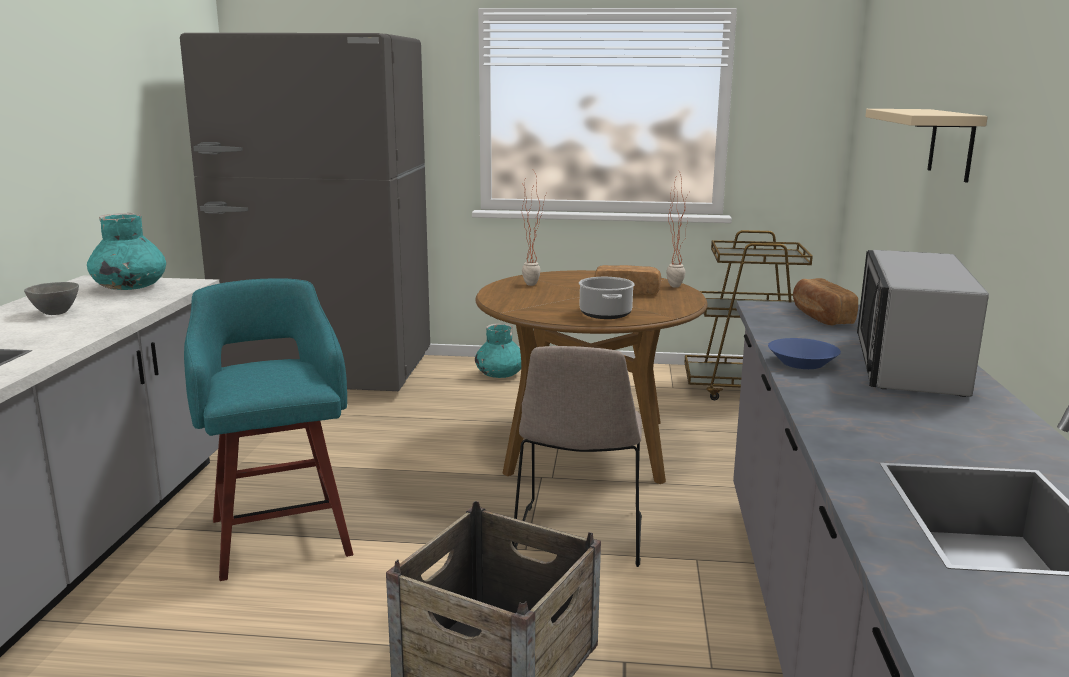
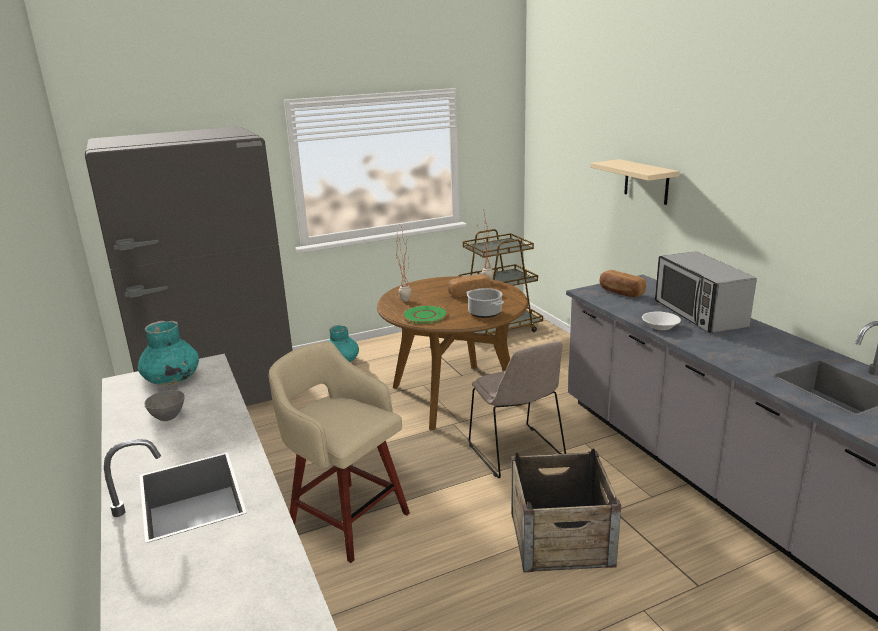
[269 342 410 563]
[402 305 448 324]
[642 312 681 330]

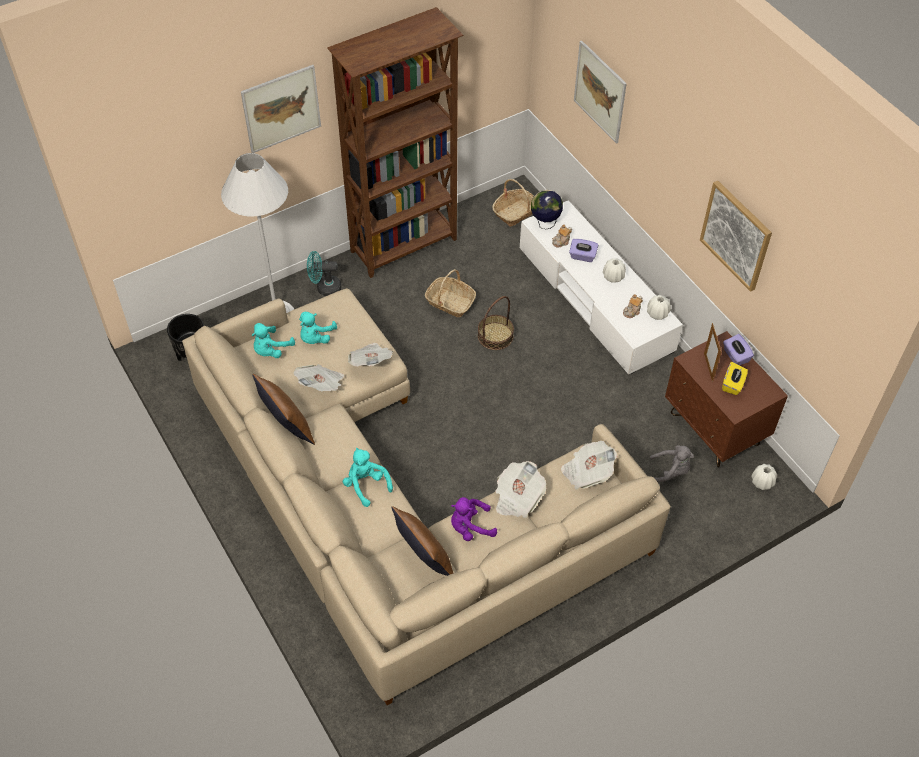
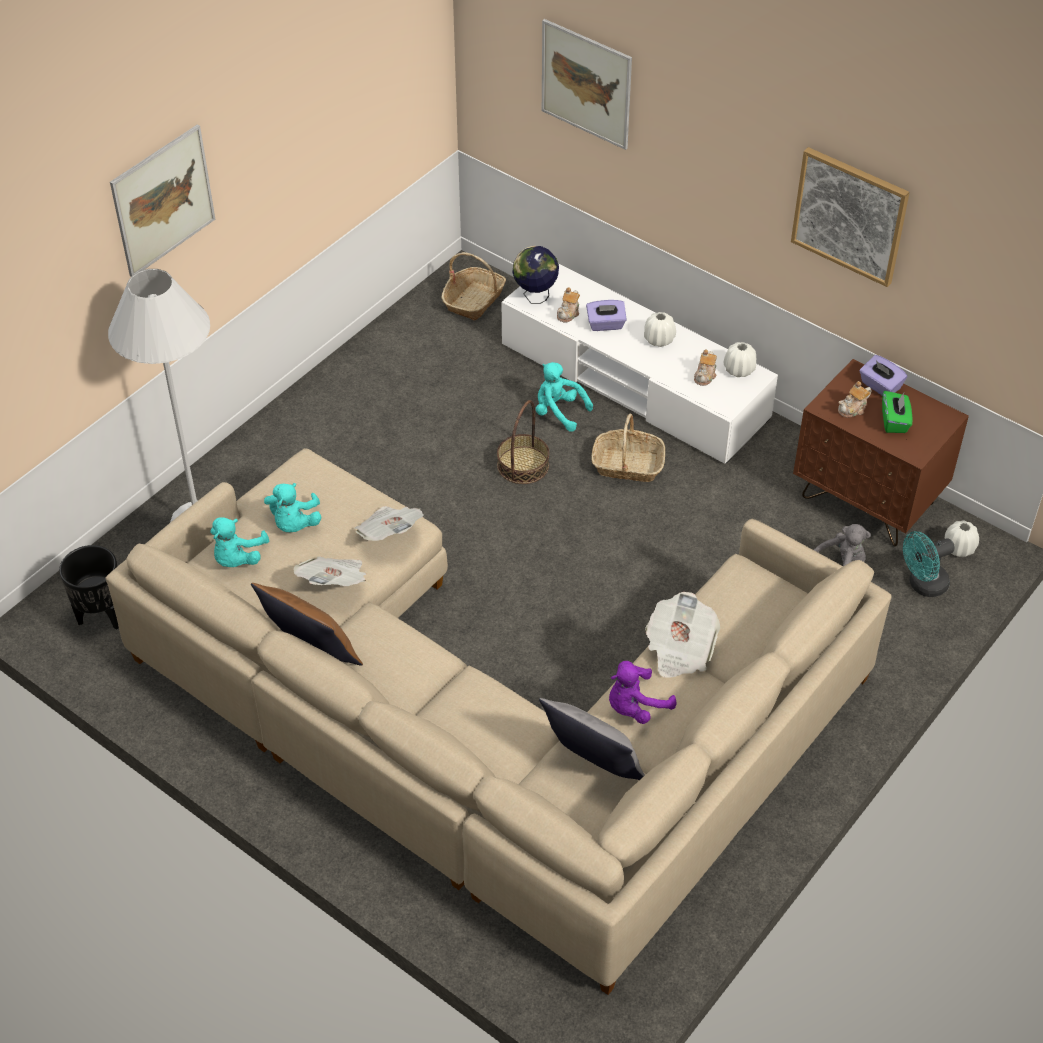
[536 362 593 432]
[539 698 645 780]
[591 413 665 482]
[838 381 872 418]
[882 391 913 433]
[903 531 955 597]
[327 7 464 278] (first image)
[561 441 617 490] (first image)

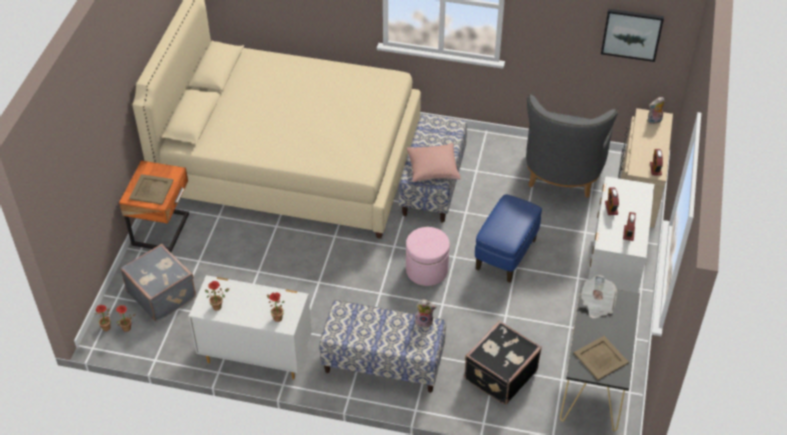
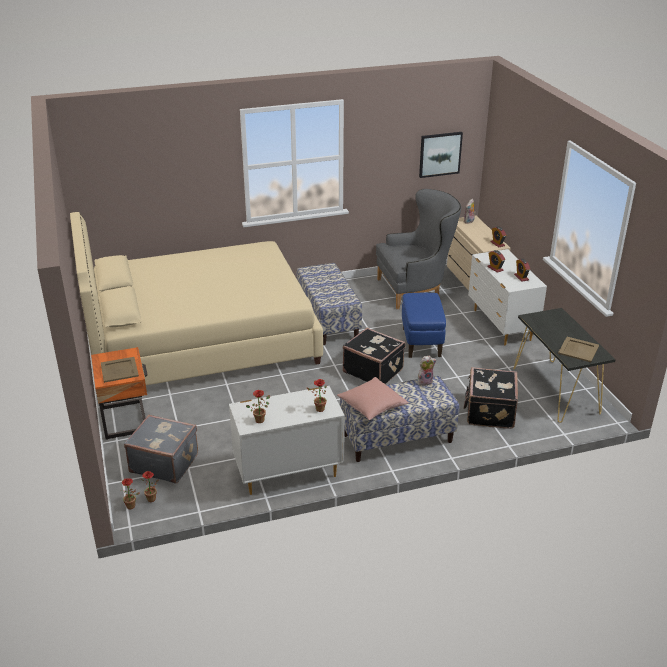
[337 377 409 420]
[343 328 406 384]
[376 189 462 309]
[580 275 618 318] (first image)

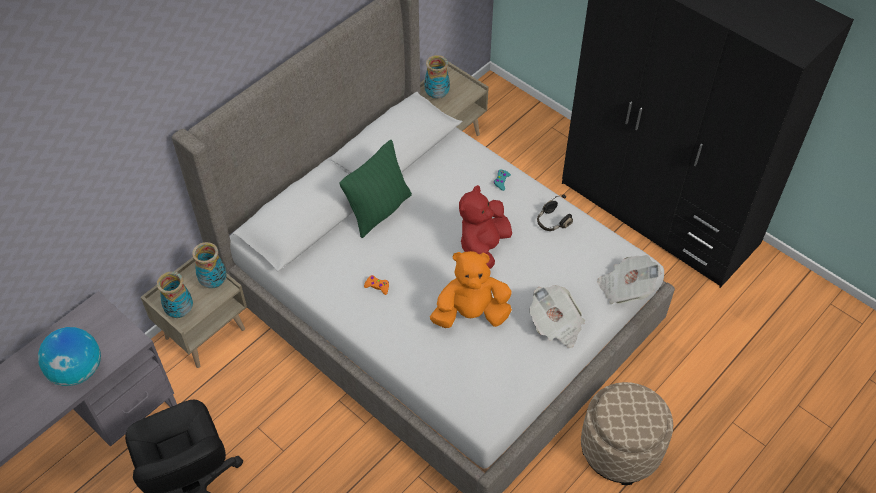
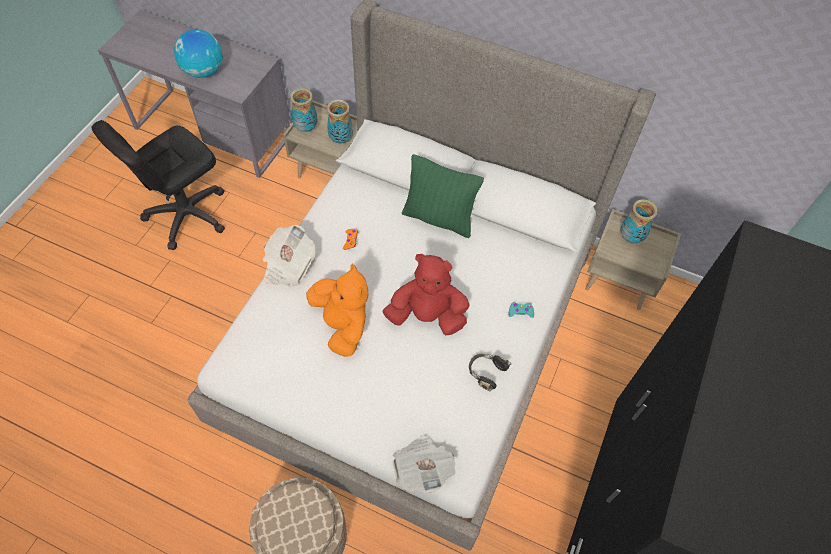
[263 225 316 286]

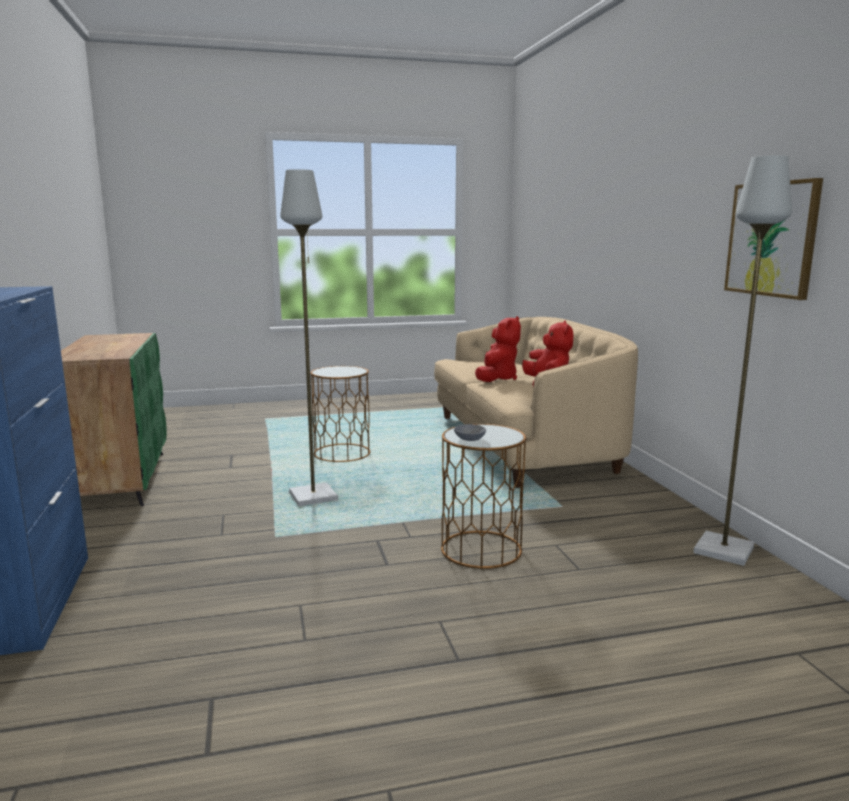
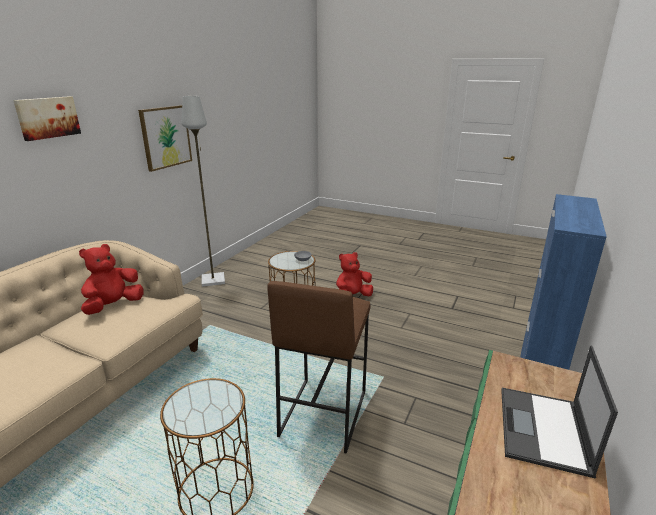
[13 96 81 141]
[267 281 370 454]
[336 252 373 296]
[501 345 618 479]

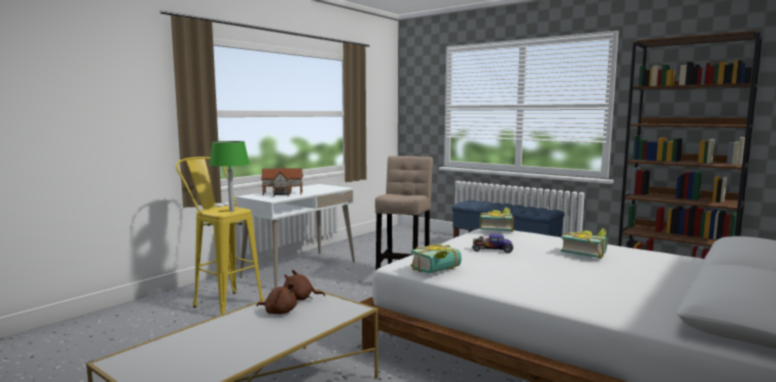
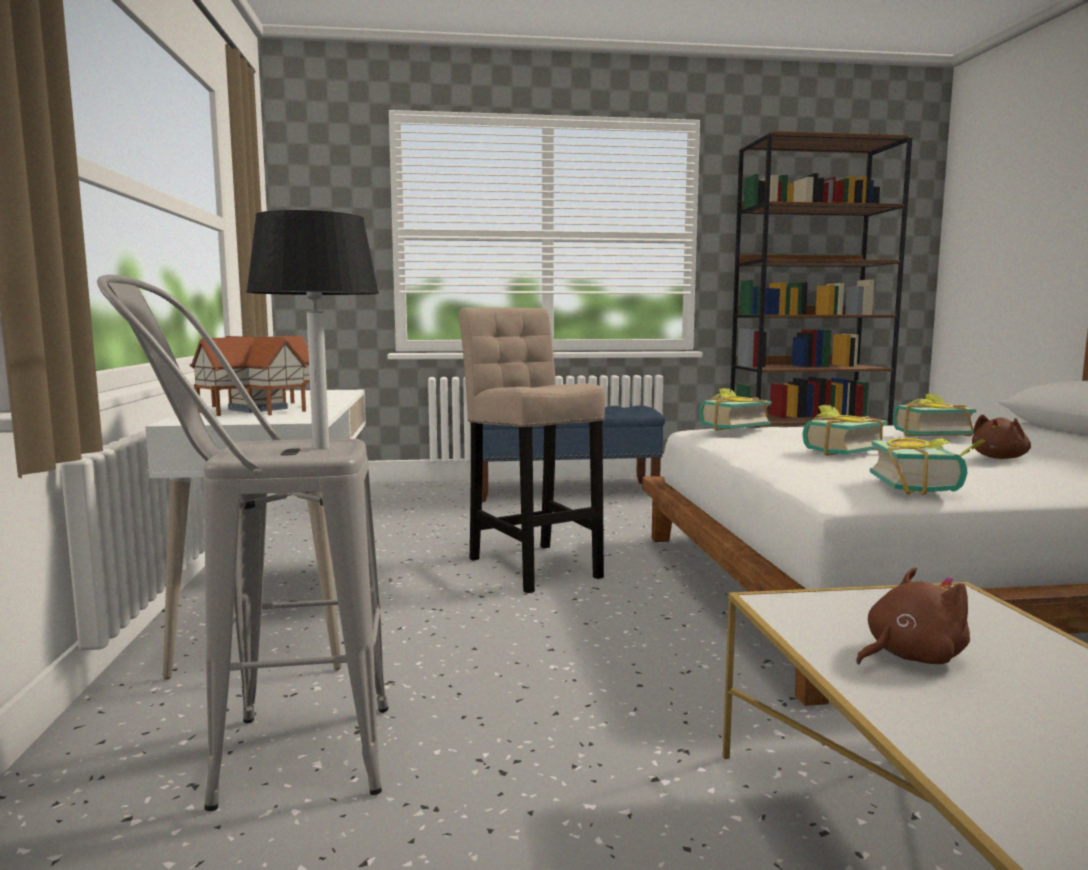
[97 275 388 811]
[246 210 379 449]
[802 405 888 456]
[972 414 1031 459]

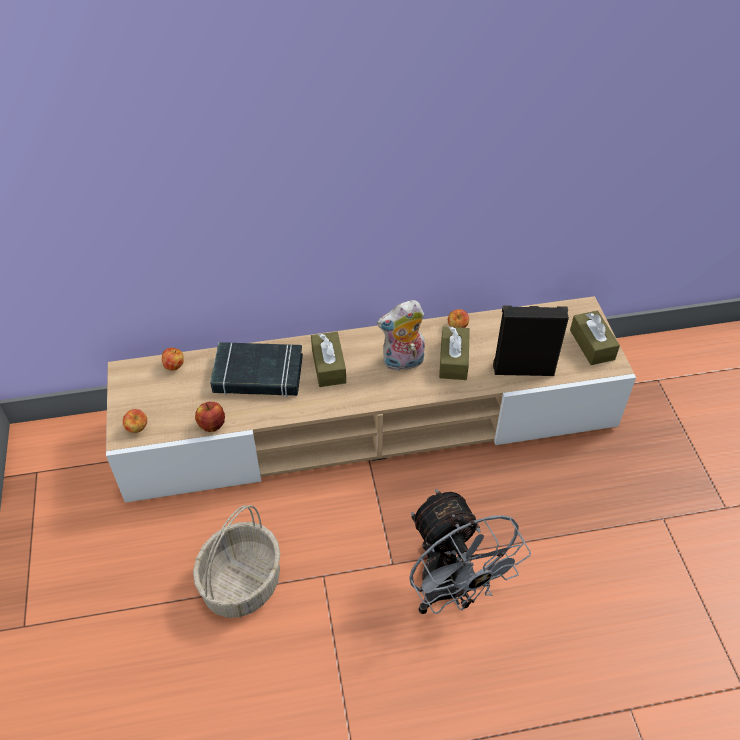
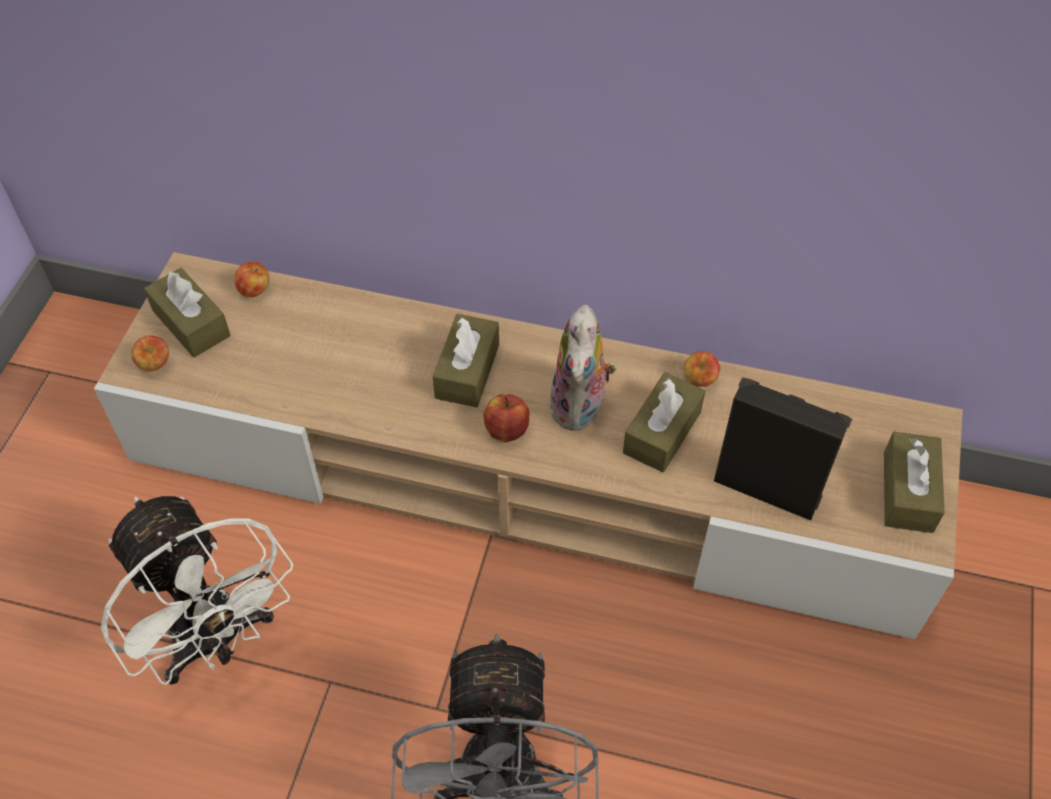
[101 496 293 685]
[144 268 231 357]
[483 394 529 443]
[550 305 617 431]
[210 342 303 397] (first image)

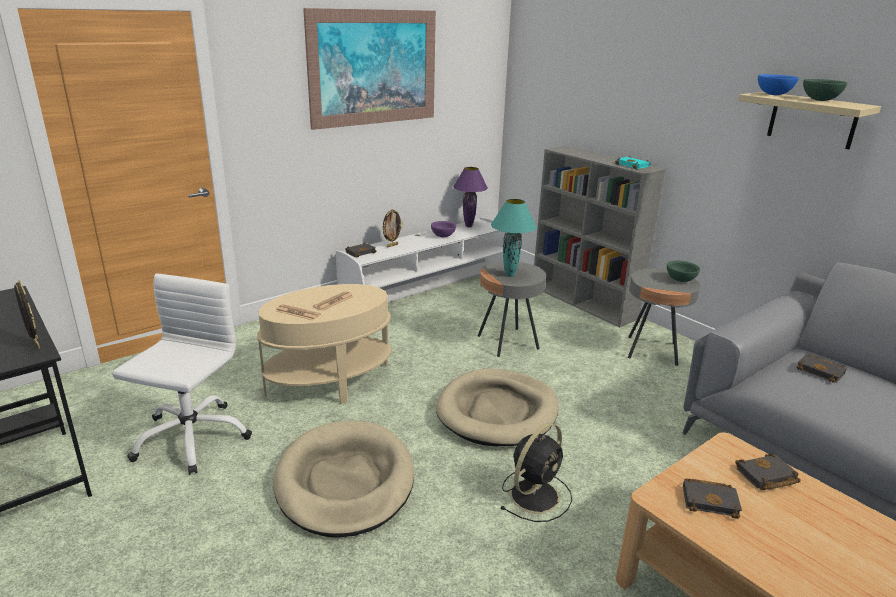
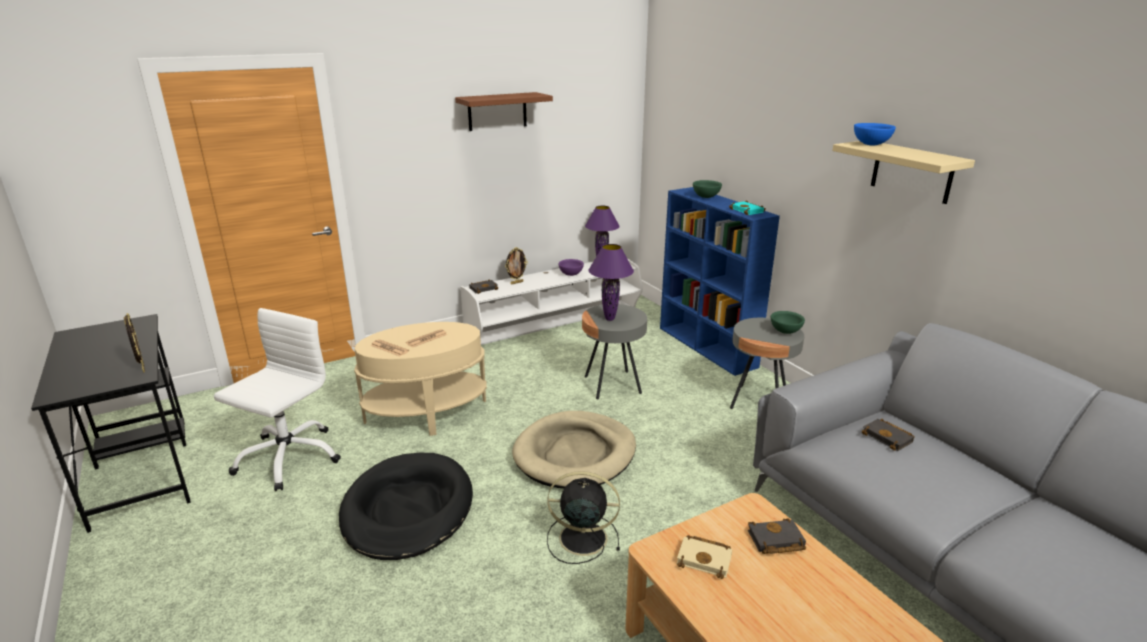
[339 453 473 560]
[455 92 553 131]
[547 471 620 564]
[589 244 634 321]
[660 187 780 376]
[677 535 732 579]
[693 180 722 198]

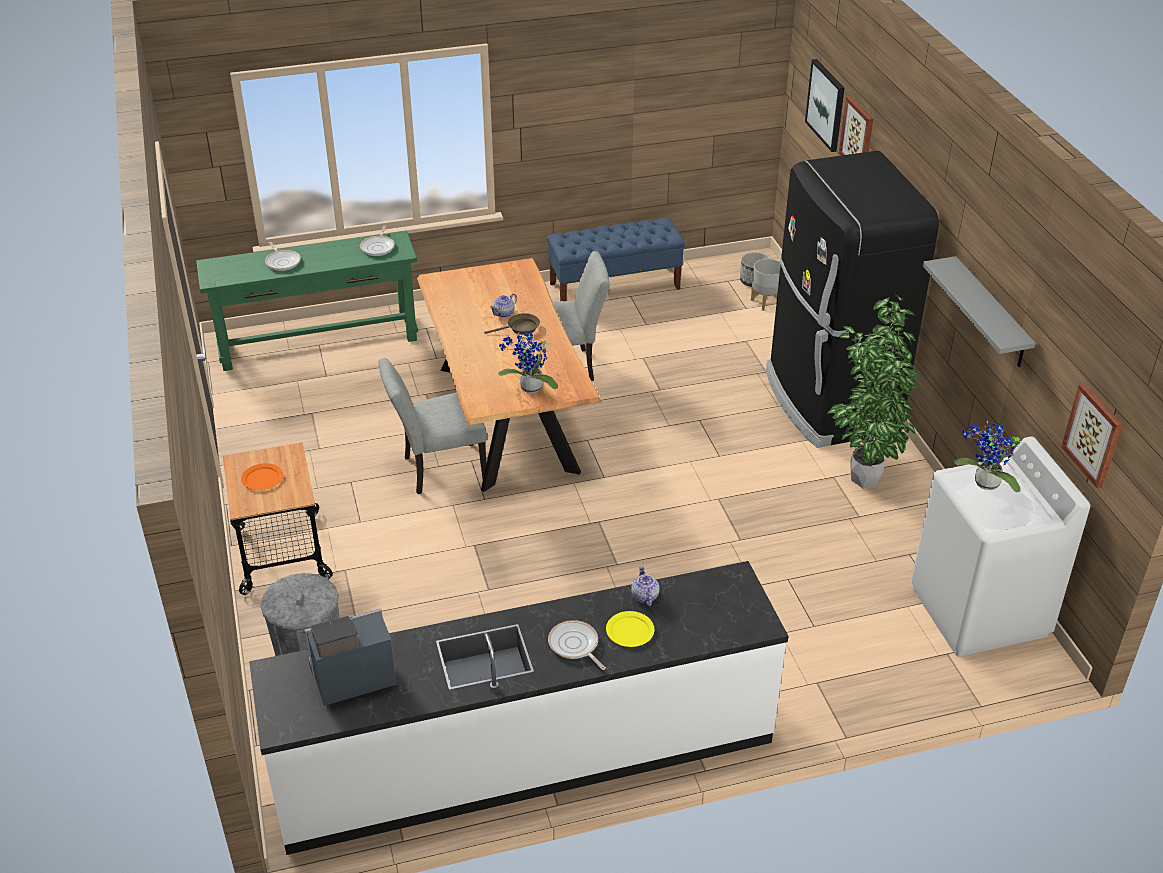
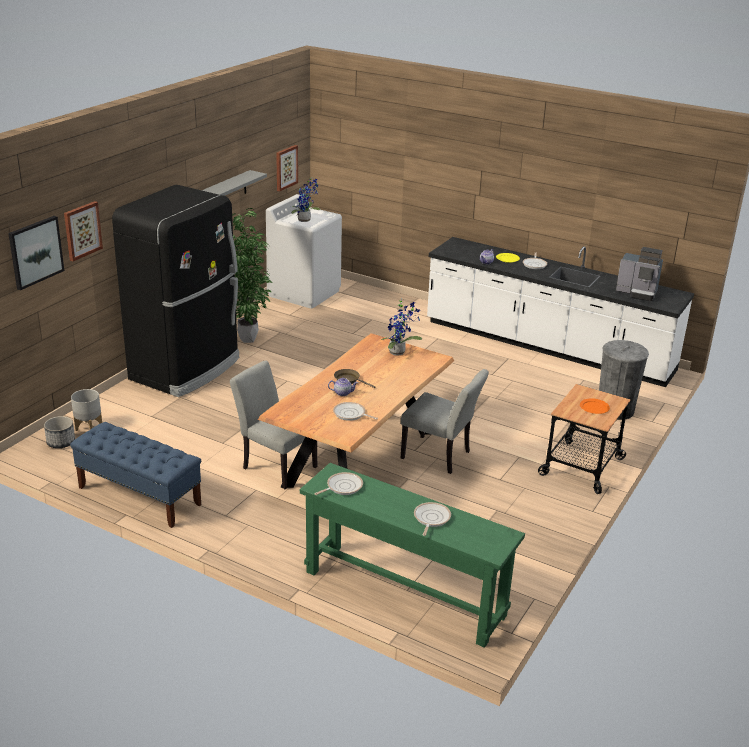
[333 402 378 421]

